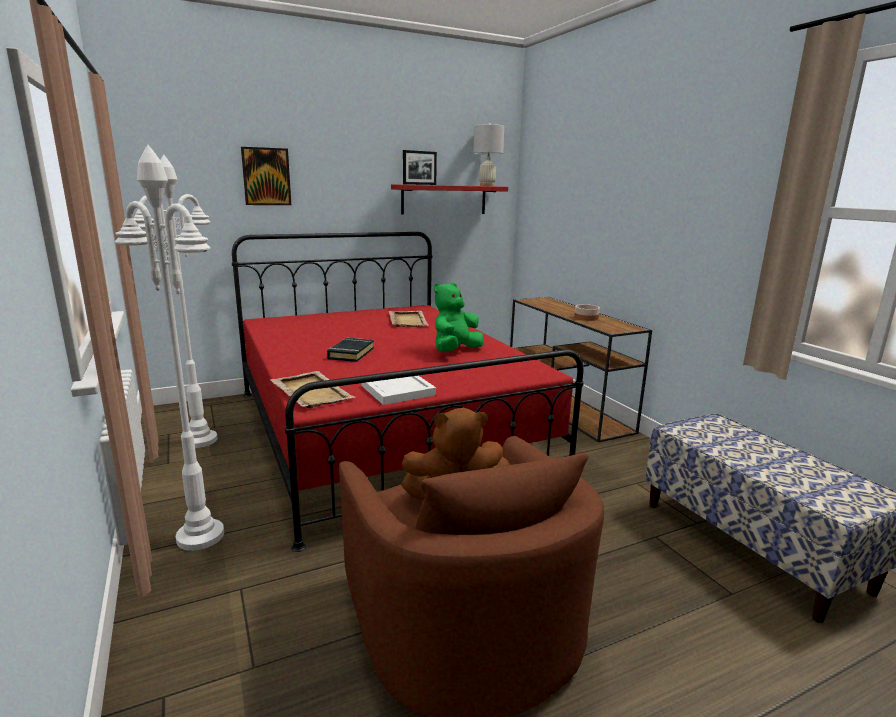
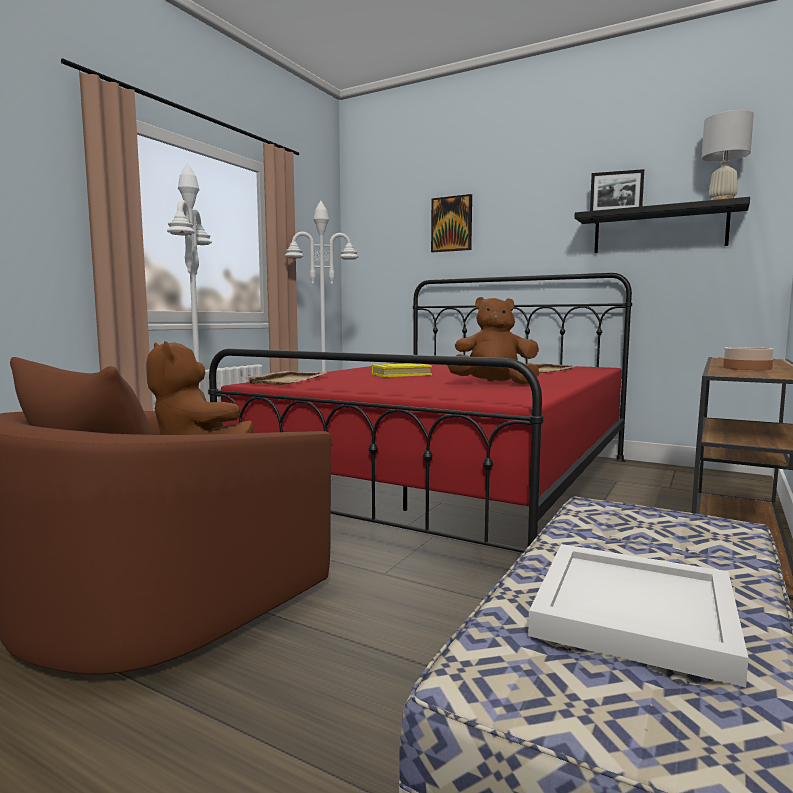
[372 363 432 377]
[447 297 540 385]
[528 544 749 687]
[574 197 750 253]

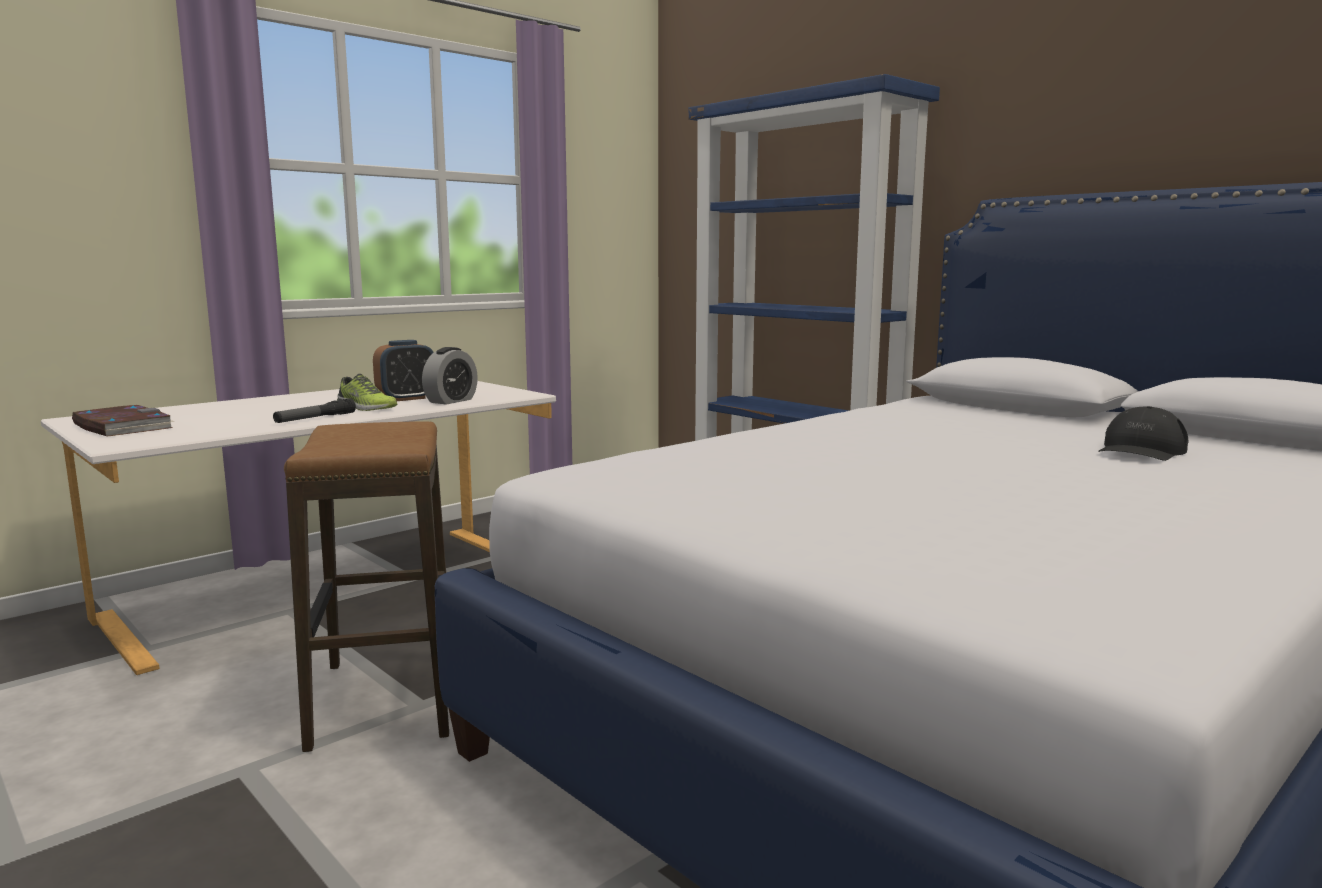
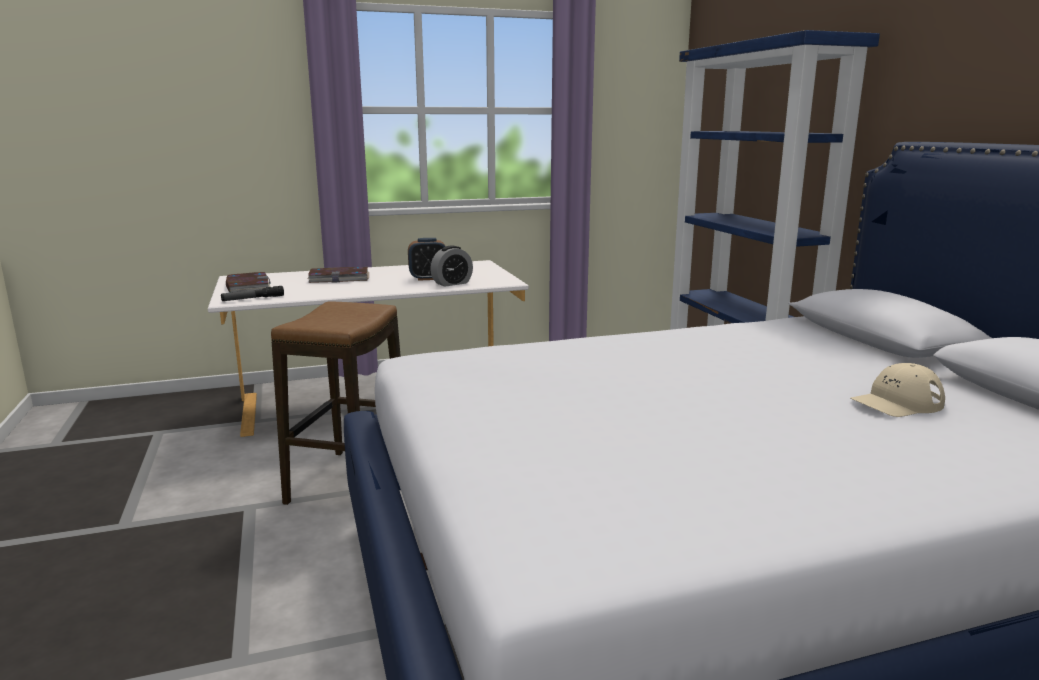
[221 286 284 301]
[308 267 369 283]
[850 363 945 417]
[337 373 398 411] (first image)

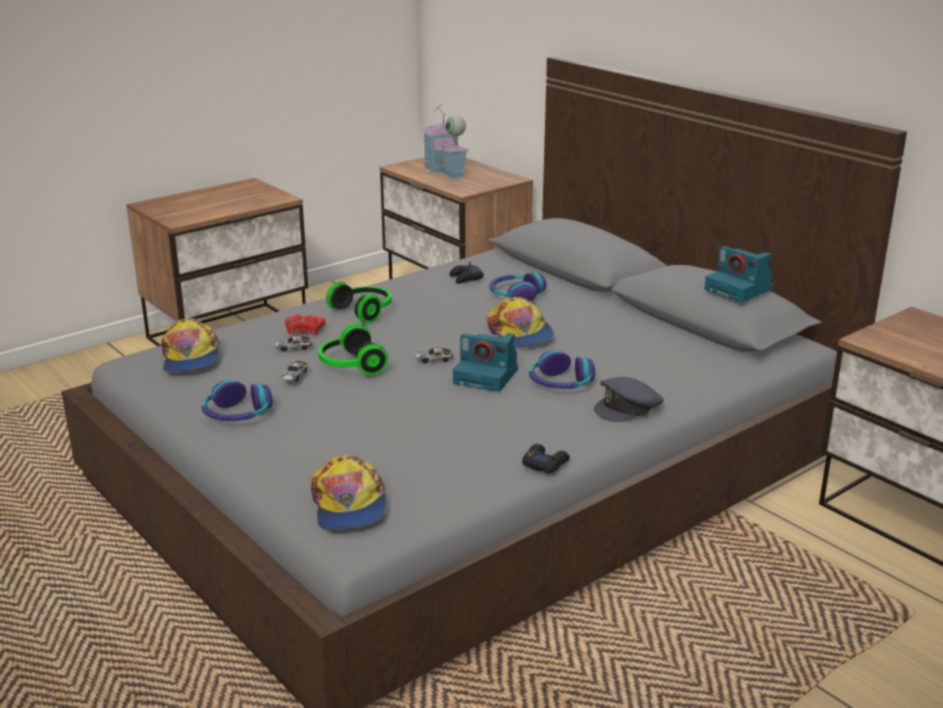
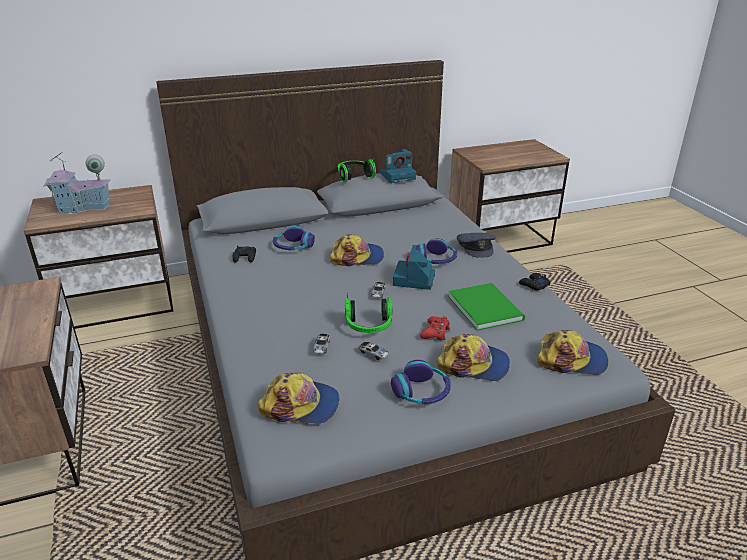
[338 158 376 182]
[393 245 435 290]
[420 316 450 341]
[437 334 510 381]
[448 283 525 331]

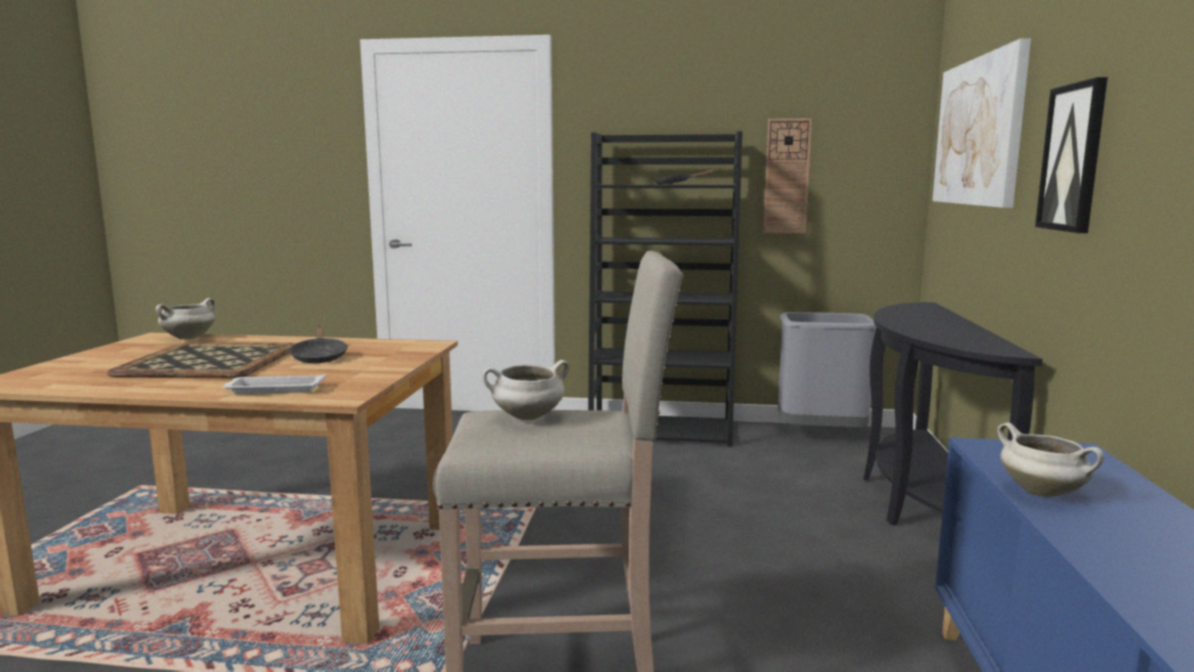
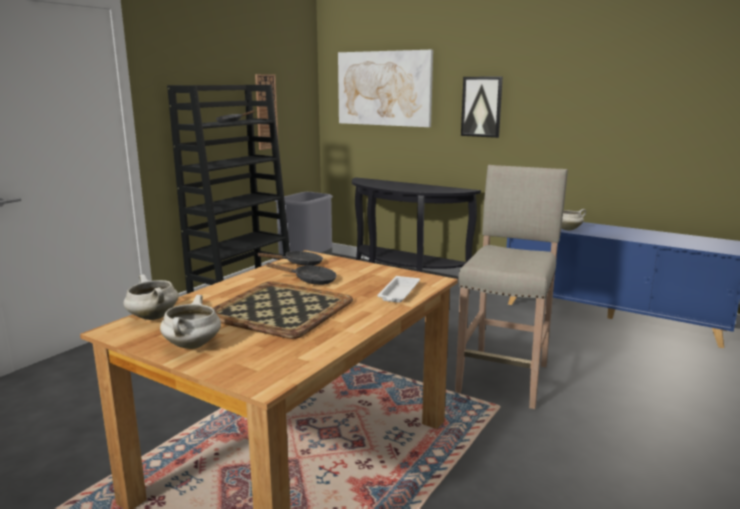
[160 295 221 349]
[257 251 323 266]

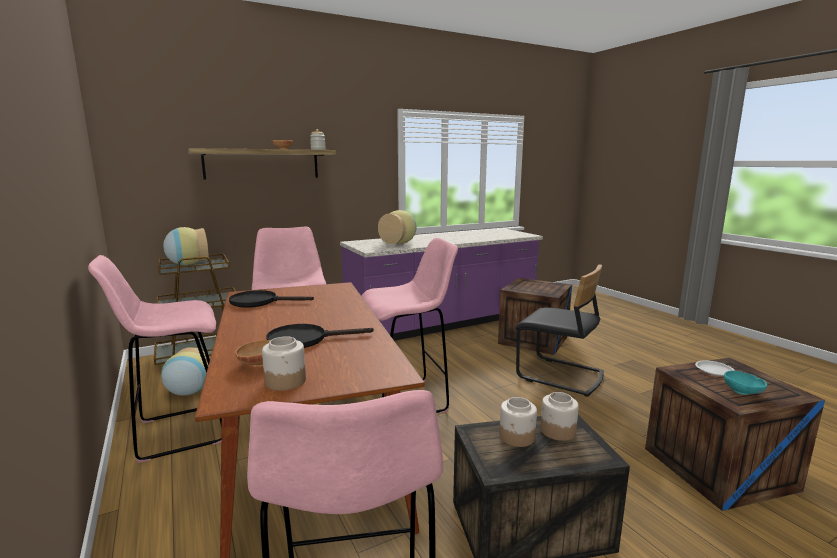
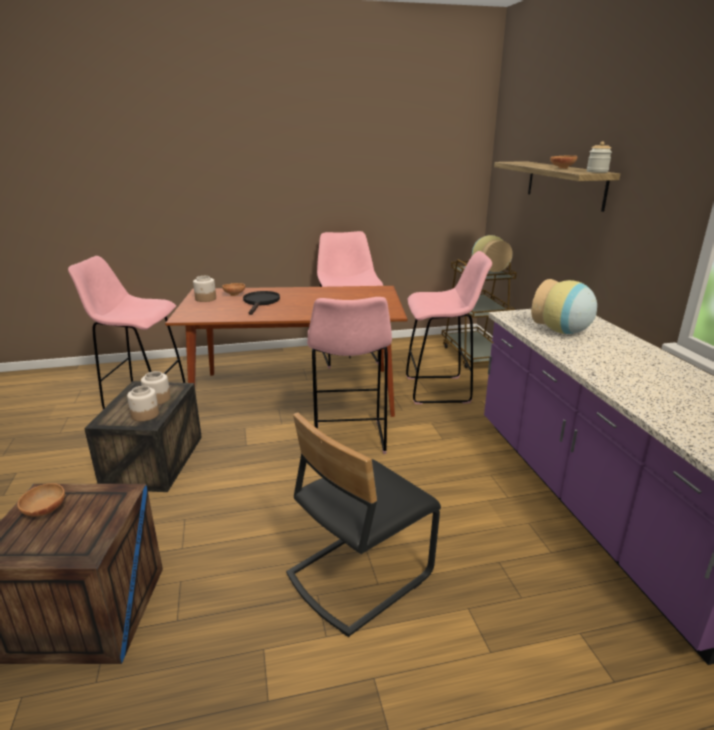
[17 483 65 517]
[161 348 210 396] (first image)
[229 290 314 308] (first image)
[498 278 572 355] (first image)
[695 361 735 376] (first image)

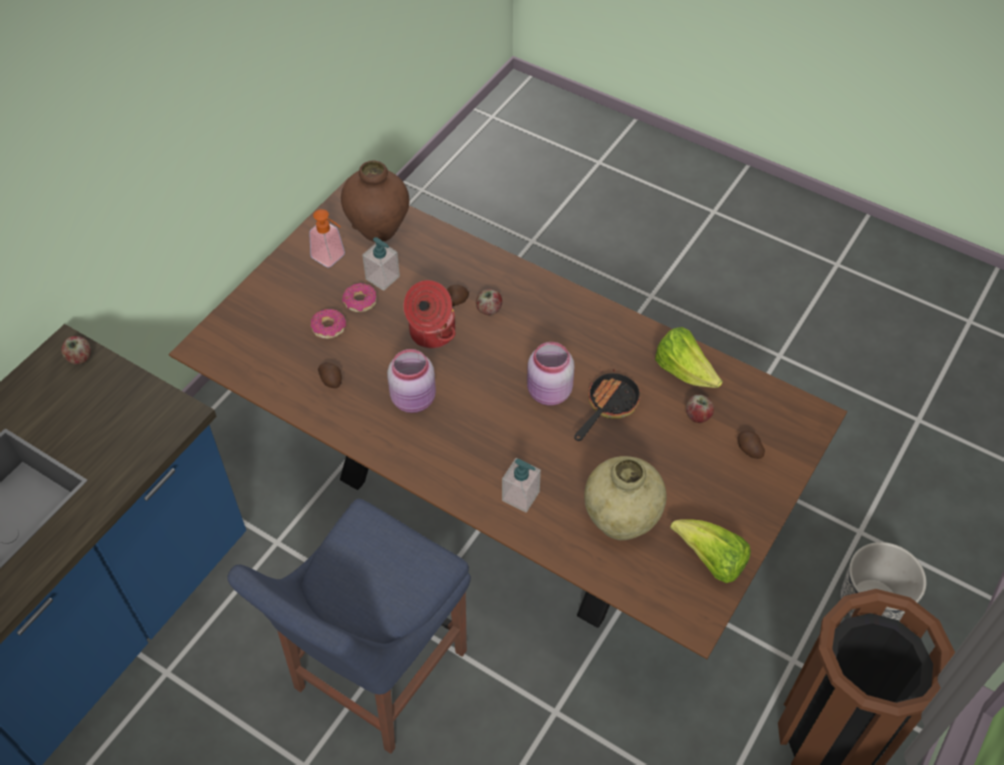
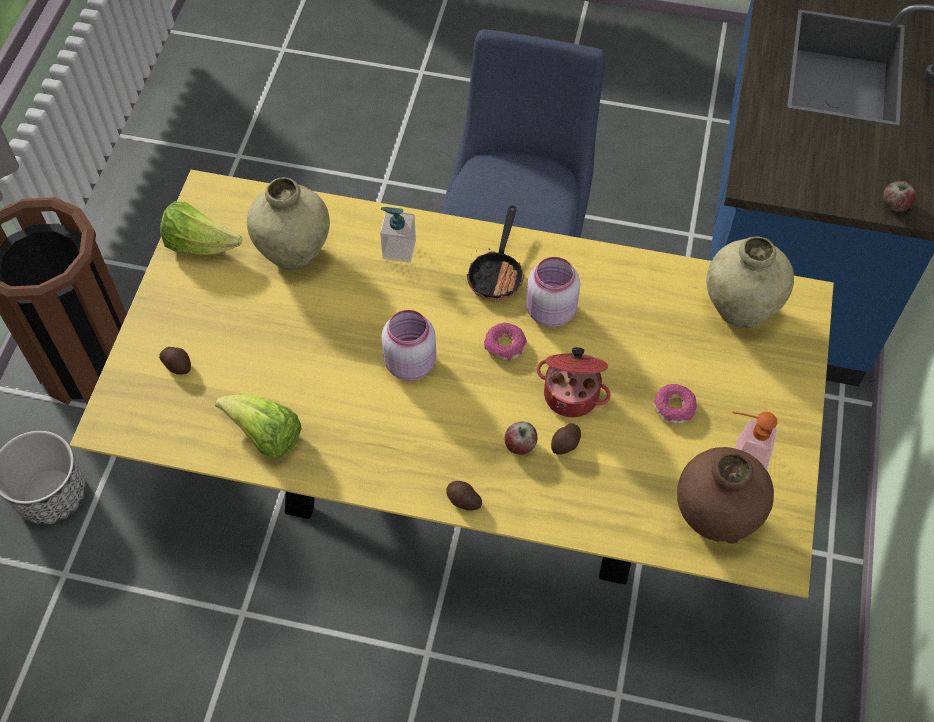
[69 170 834 598]
[446 481 482 511]
[467 205 524 302]
[484 322 527 361]
[706 237 794 329]
[362 237 400 291] (first image)
[686 394 714 423] (first image)

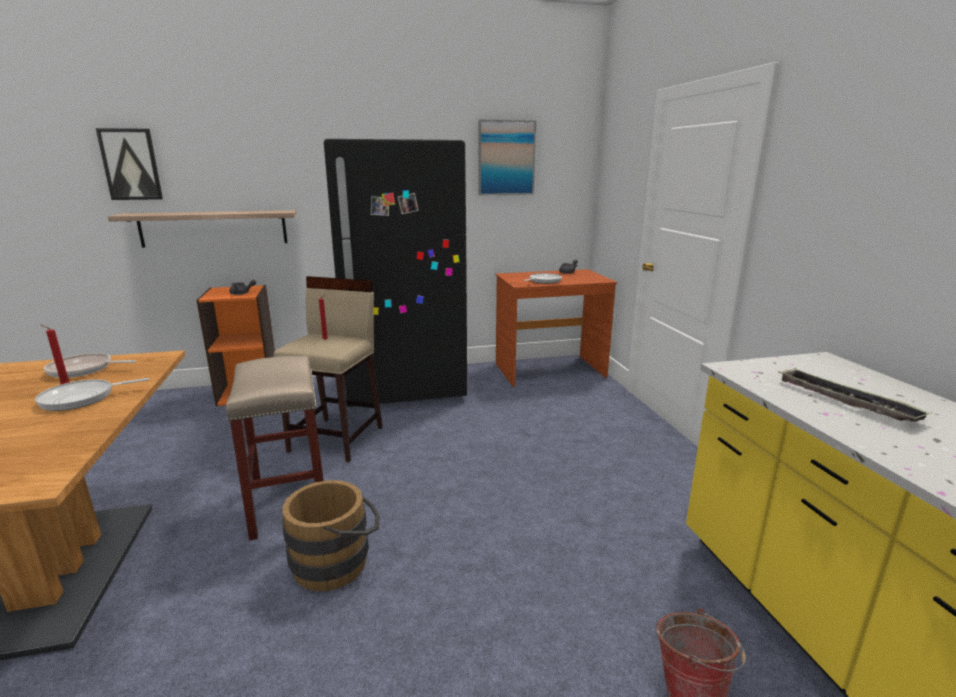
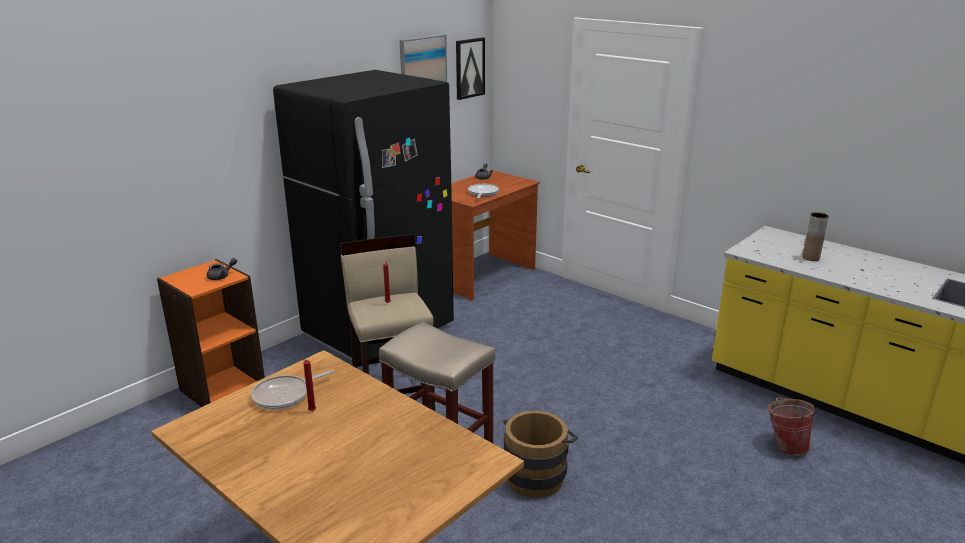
[456 37 485 100]
[802 212 829 261]
[35 378 149 411] (first image)
[108 210 297 248] (first image)

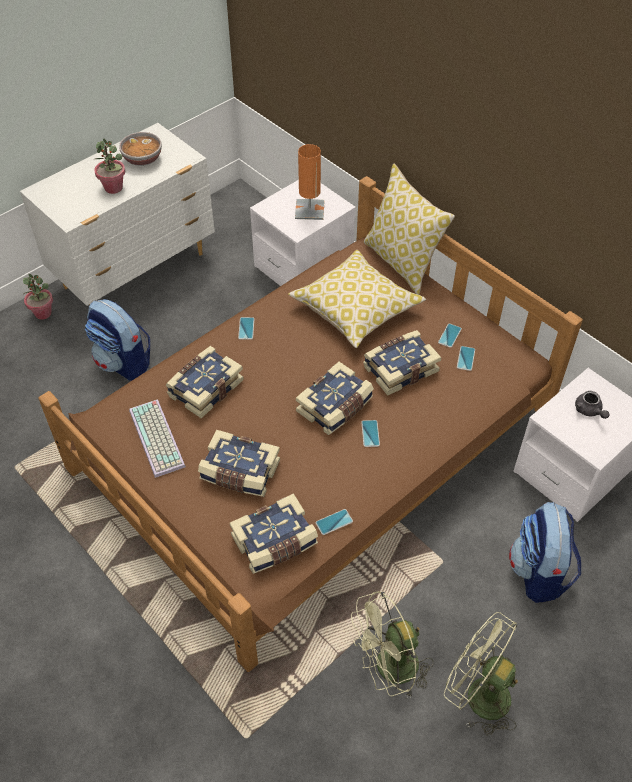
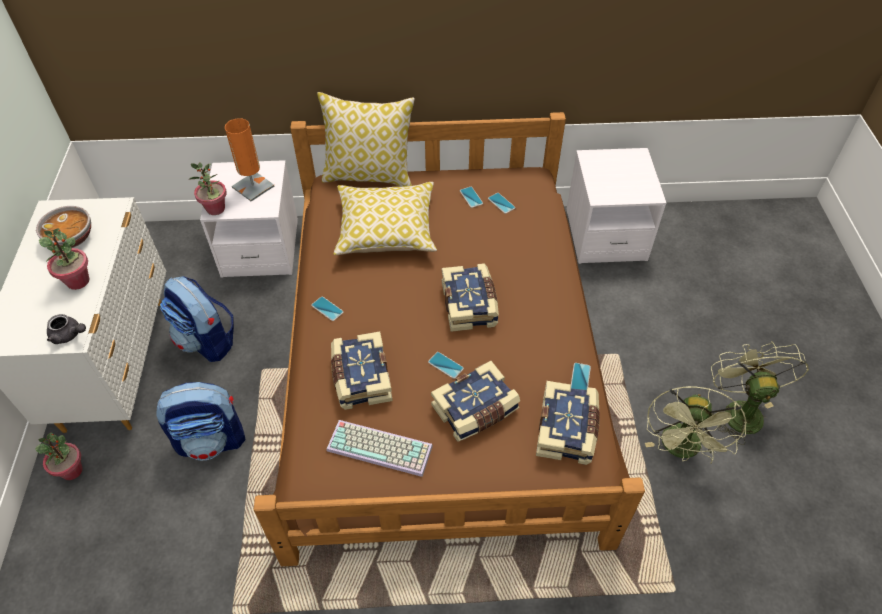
[47 314 86 344]
[160 276 234 362]
[189 162 227 215]
[428 352 464 379]
[711 341 809 445]
[363 330 441 396] (first image)

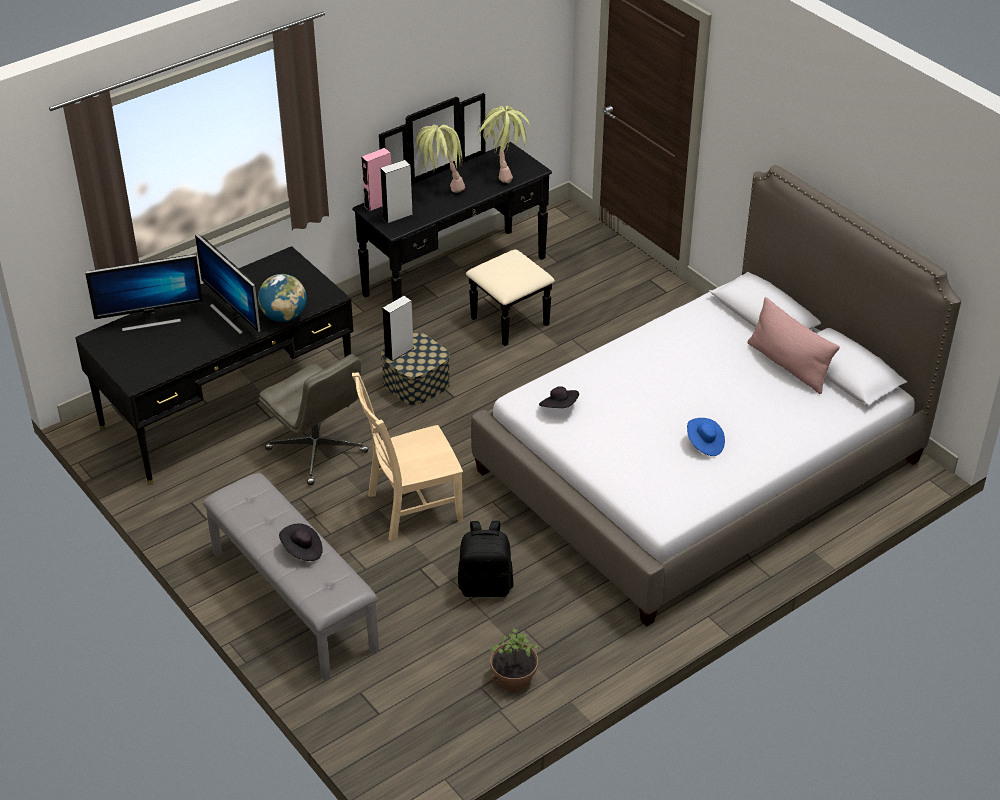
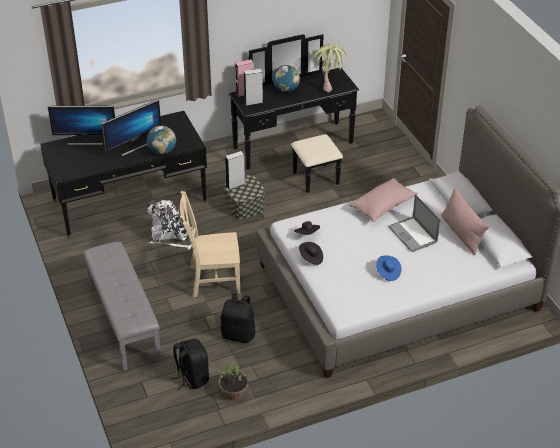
[102 100 161 156]
[147 200 192 250]
[171 339 209 390]
[273 65 300 92]
[299 242 323 265]
[349 178 418 222]
[388 194 440 252]

